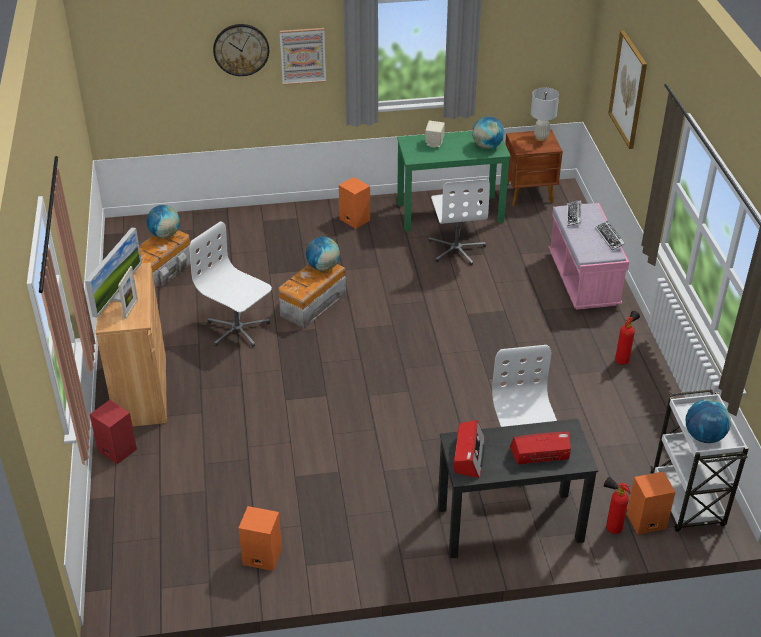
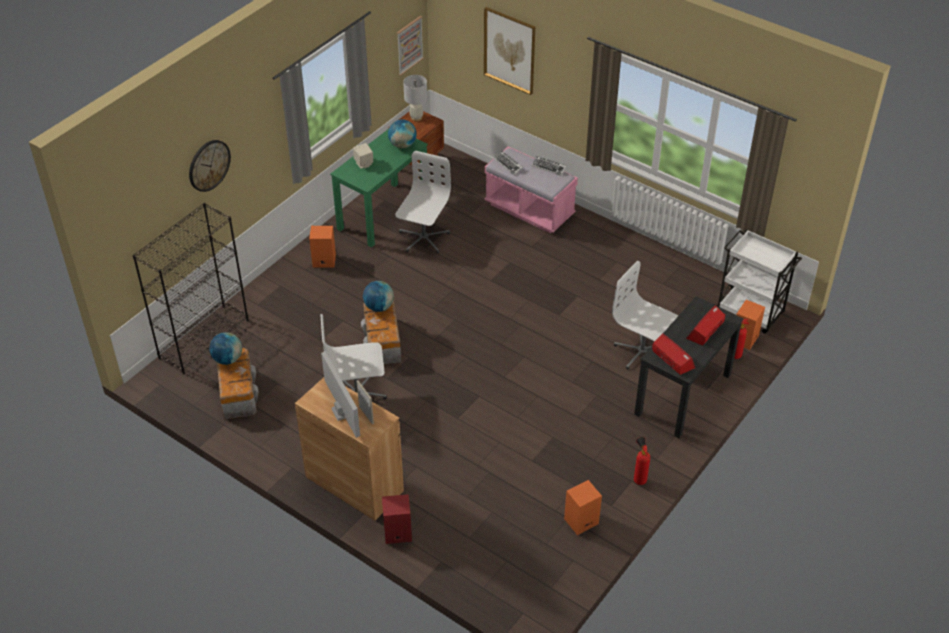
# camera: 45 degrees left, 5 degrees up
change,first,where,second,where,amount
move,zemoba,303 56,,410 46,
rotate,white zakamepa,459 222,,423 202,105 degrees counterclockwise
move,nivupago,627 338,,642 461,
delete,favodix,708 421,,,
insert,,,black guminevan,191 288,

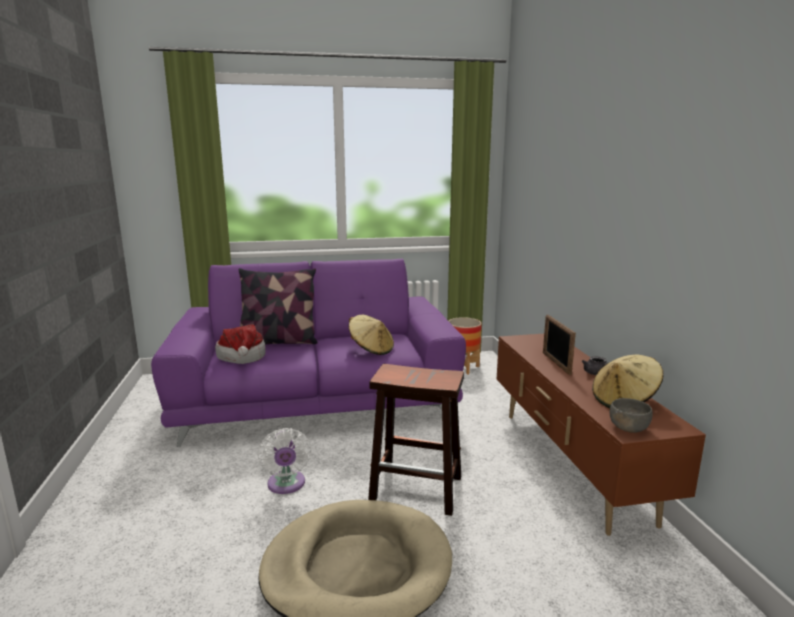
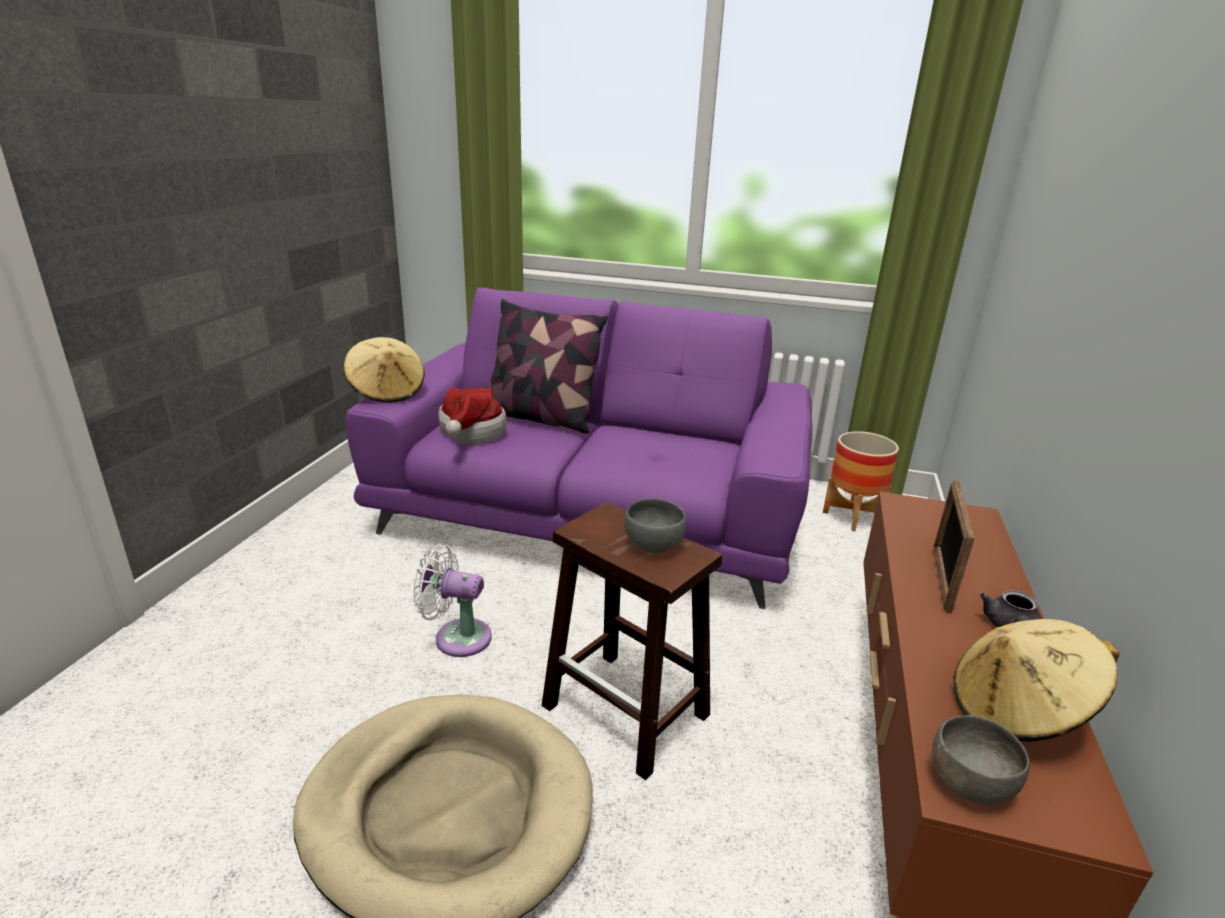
# camera: 25 degrees right, 10 degrees up
change,first,where,second,where,amount
rotate,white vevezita,284 461,,452 600,90 degrees clockwise
move,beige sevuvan,371 335,,384 369,
insert,,,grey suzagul,655 525,

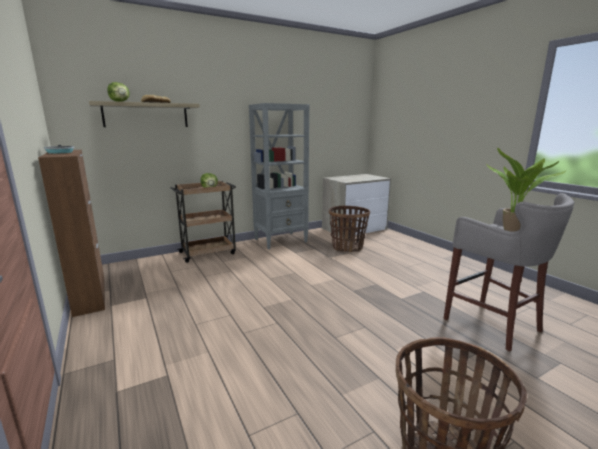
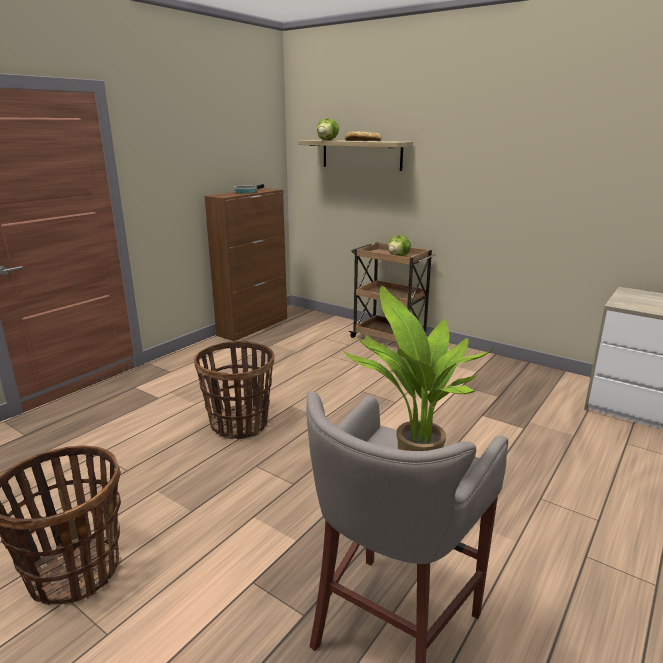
# camera: 65 degrees right, 5 degrees up
change,first,where,second,where,amount
delete,grey guminevan,279 176,,,
move,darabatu,349 229,,234 390,

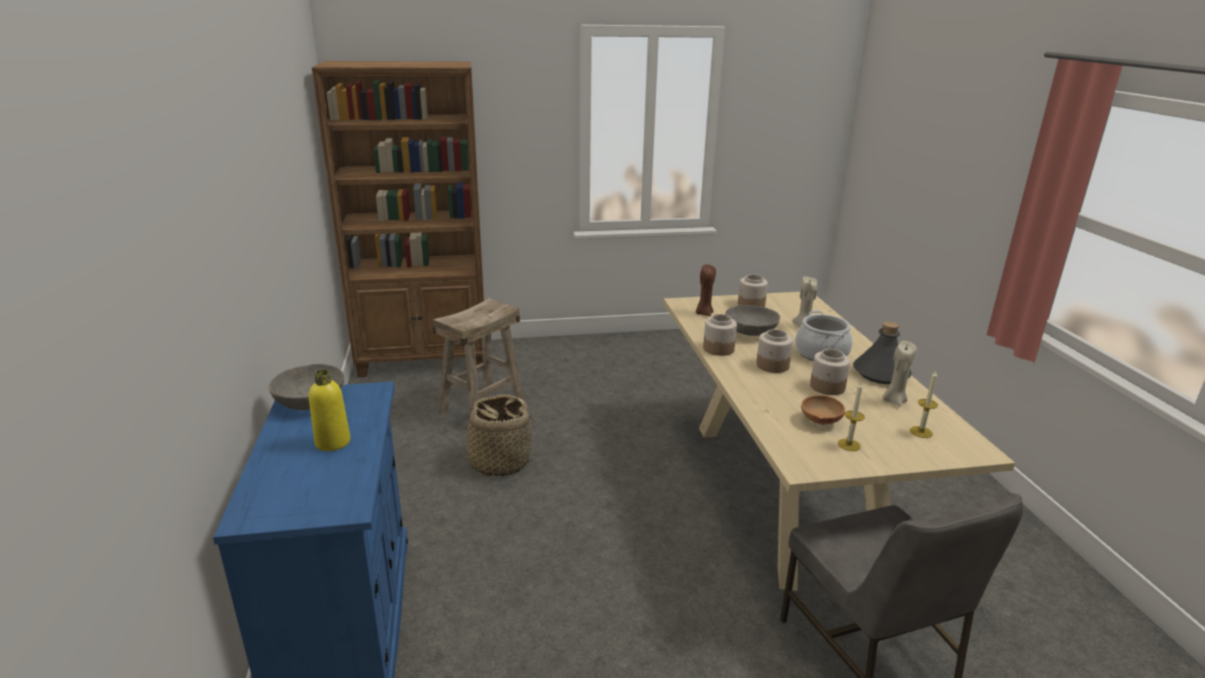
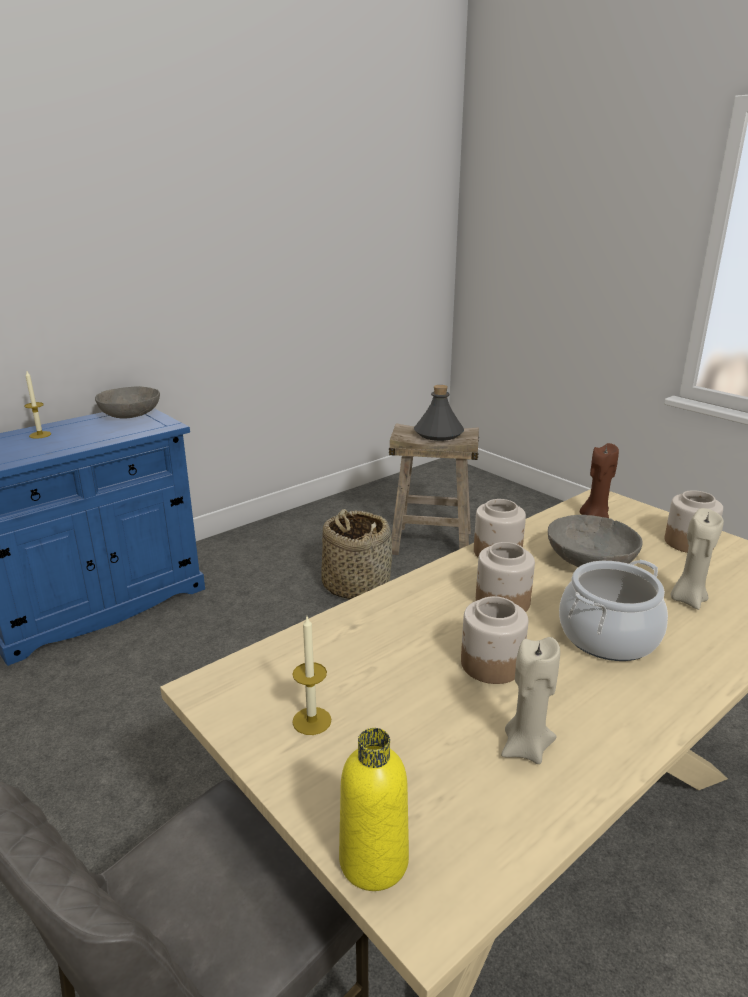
# camera: 60 degrees right, 0 degrees up
change,first,where,second,where,amount
move,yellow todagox,329 410,,374 809,
delete,brown guminevan,398 219,,,
delete,brown suzagul,823 410,,,
move,grey todagox,882 352,,439 413,
move,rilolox,924 404,,37 405,

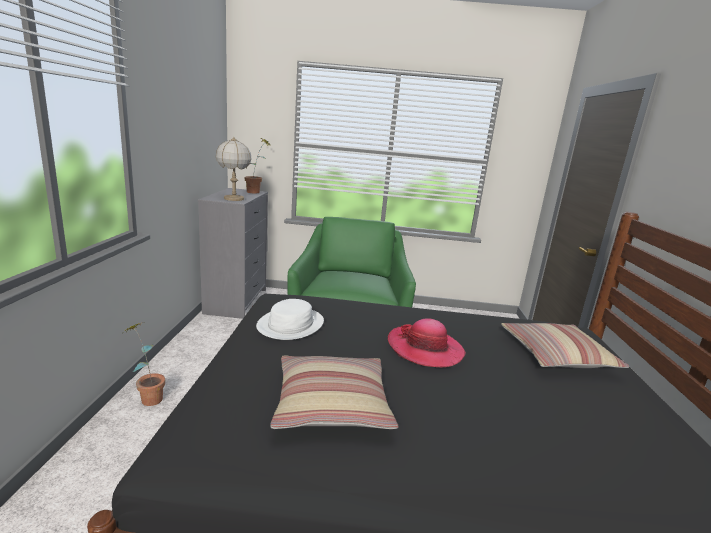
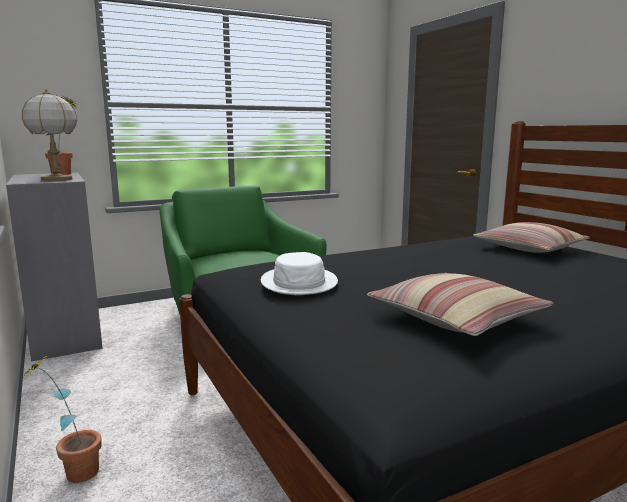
# camera: 30 degrees left, 5 degrees down
change,first,where,second,where,amount
delete,sevuvan,427 342,,,

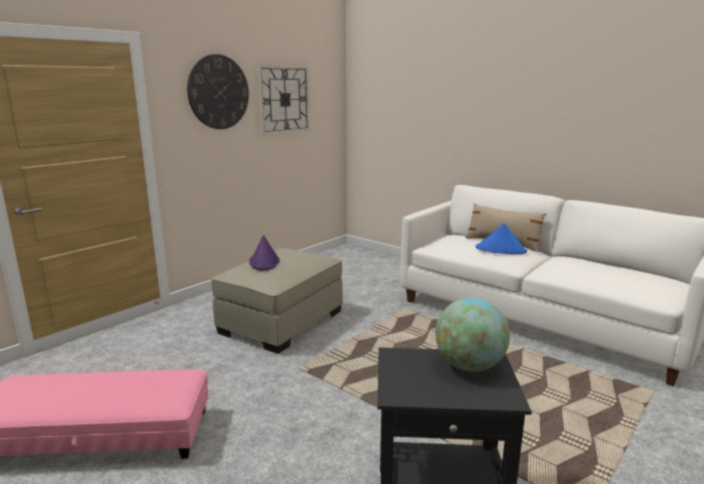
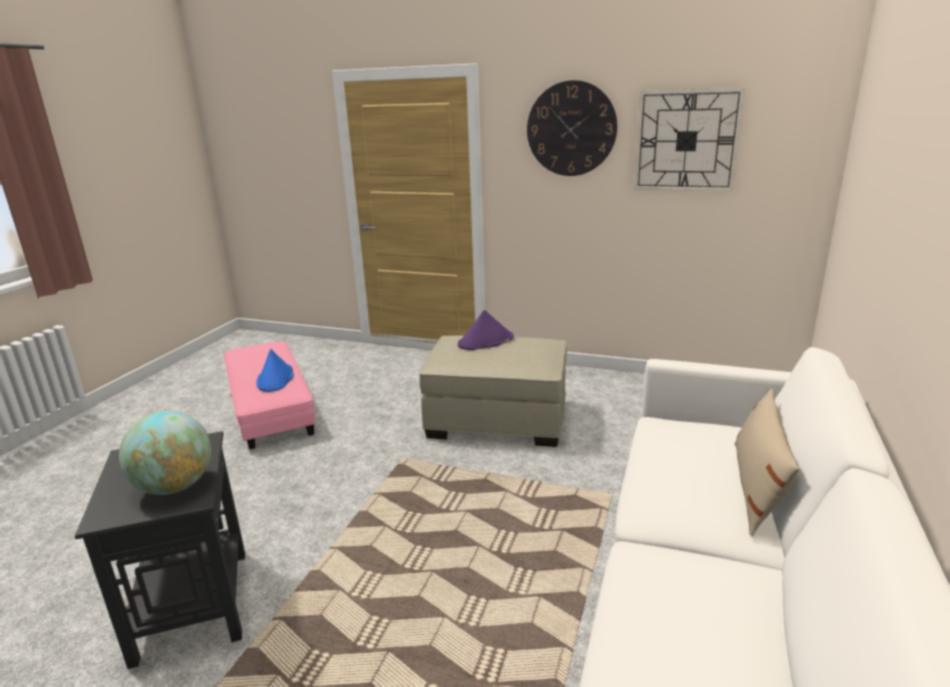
# camera: 70 degrees right, 5 degrees up
change,first,where,second,where,amount
move,blue sevuvan,501 238,,275 370,

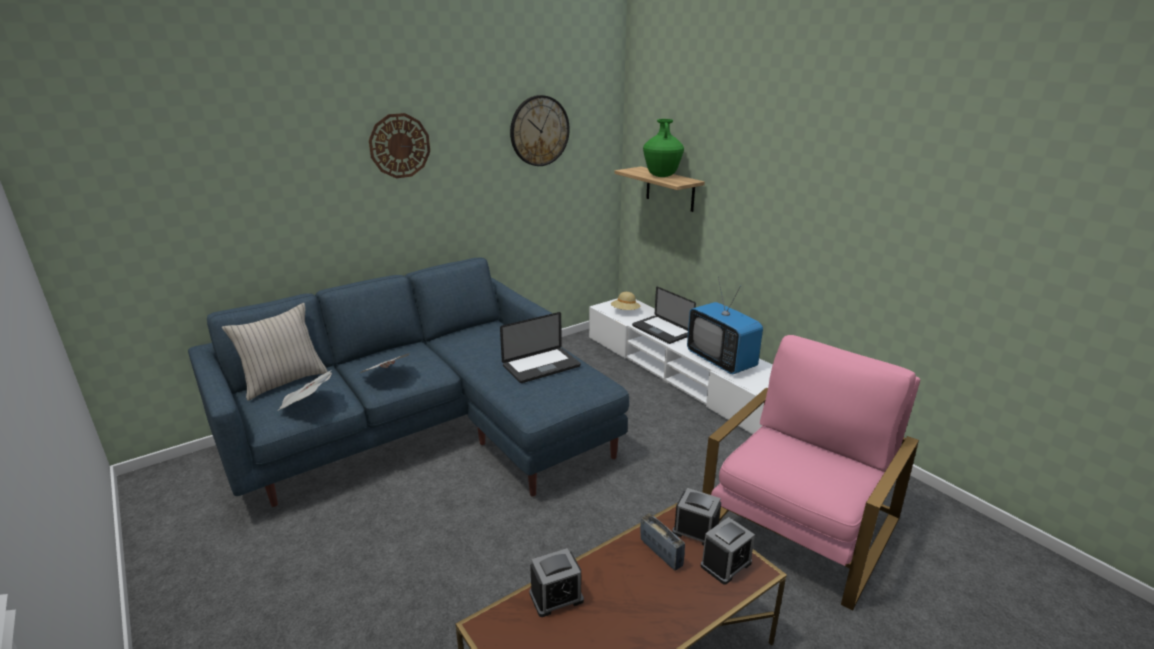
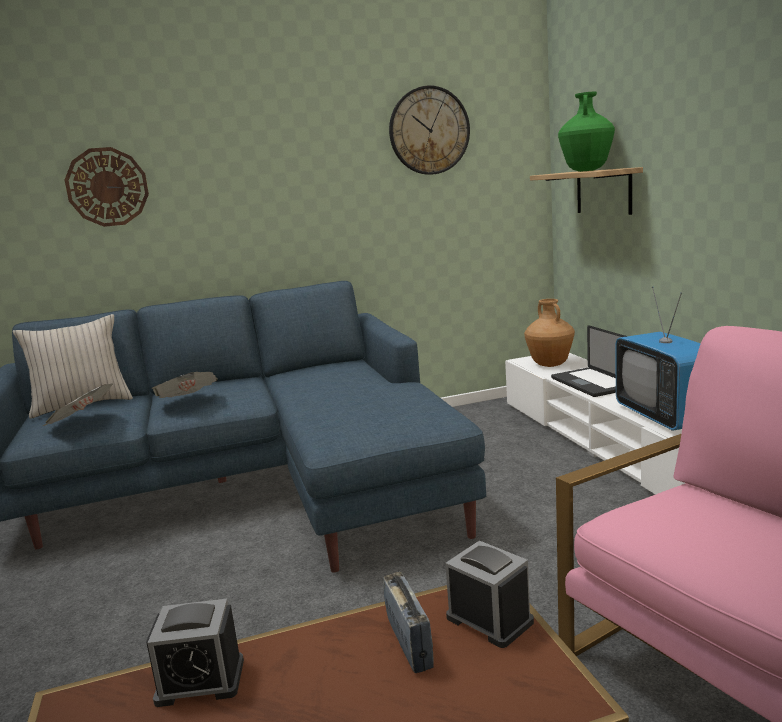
# camera: 20 degrees right, 10 degrees down
change,first,where,second,where,amount
move,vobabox,399 145,,107 187,
delete,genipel,540 347,,,
replace,beige sevuvan,625 301,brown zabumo,549 333,
delete,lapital,728 551,,,

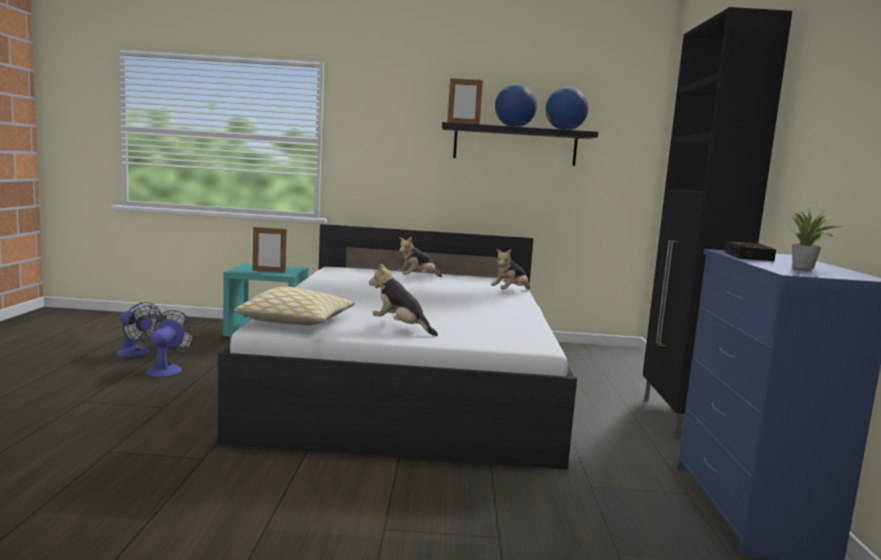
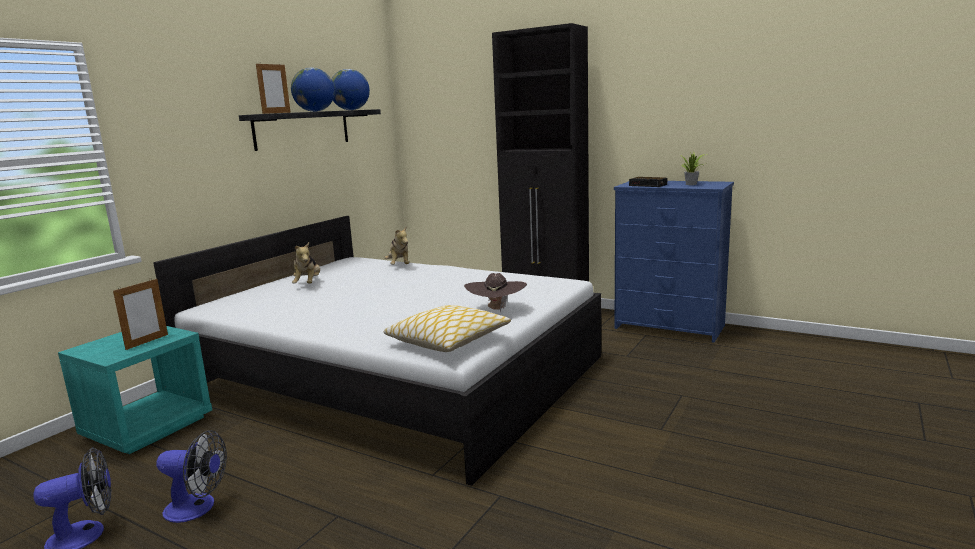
# camera: 60 degrees left, 5 degrees up
change,first,where,second,where,amount
rotate,vevezita,170 343,,191 476,150 degrees clockwise
replace,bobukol,403 300,brown sevuvan,495 293,

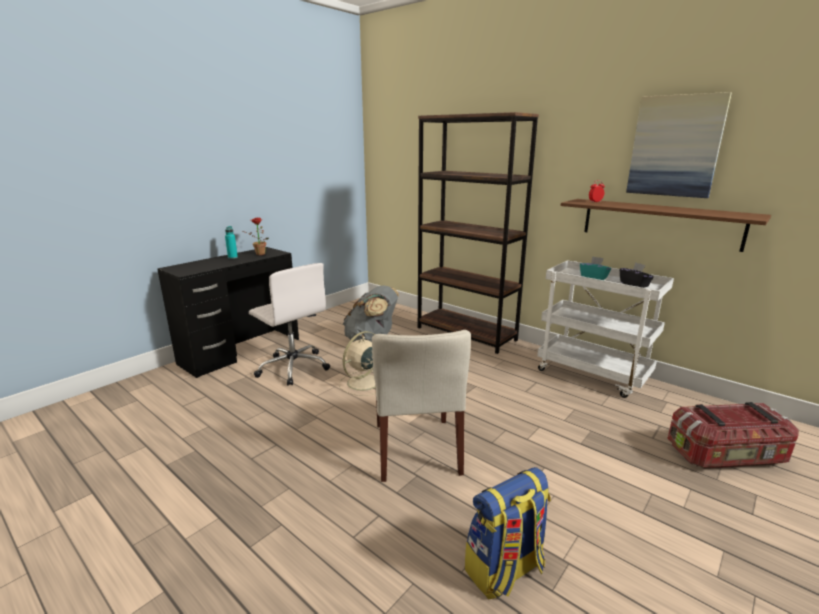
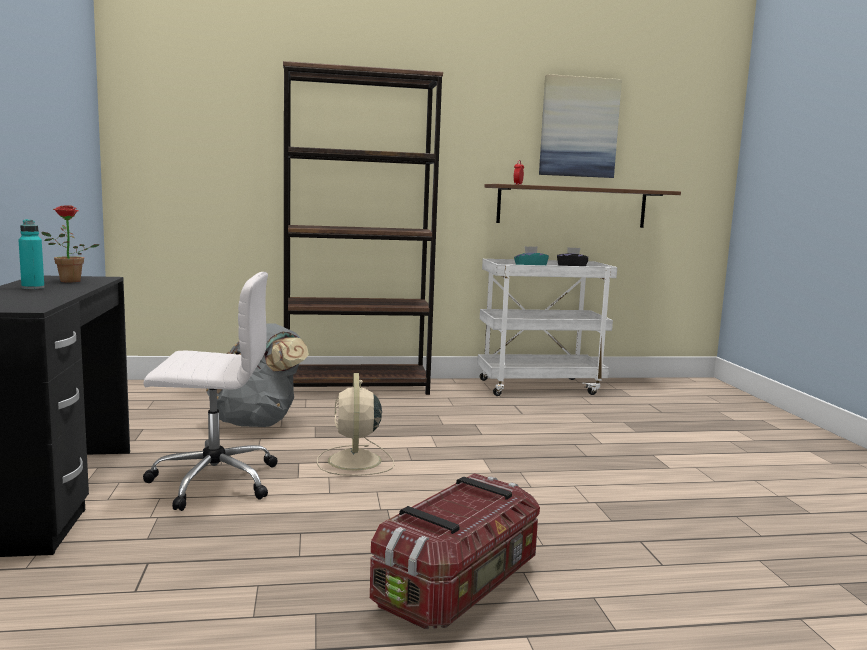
# camera: 50 degrees left, 10 degrees down
change,first,where,second,where,amount
delete,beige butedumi,421 406,,,
delete,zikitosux,508 533,,,
move,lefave,733 435,,455 551,

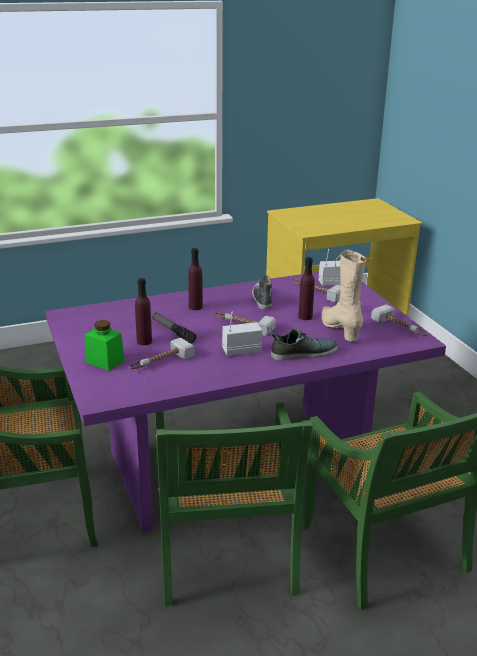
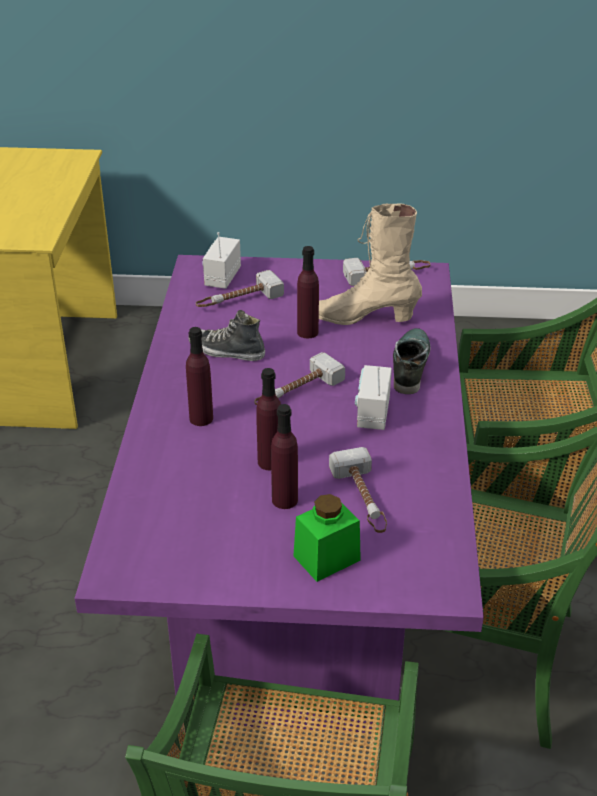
# camera: 65 degrees left, 10 degrees up
change,first,where,second,where,amount
replace,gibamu,174 328,purple todagox,268 419,

